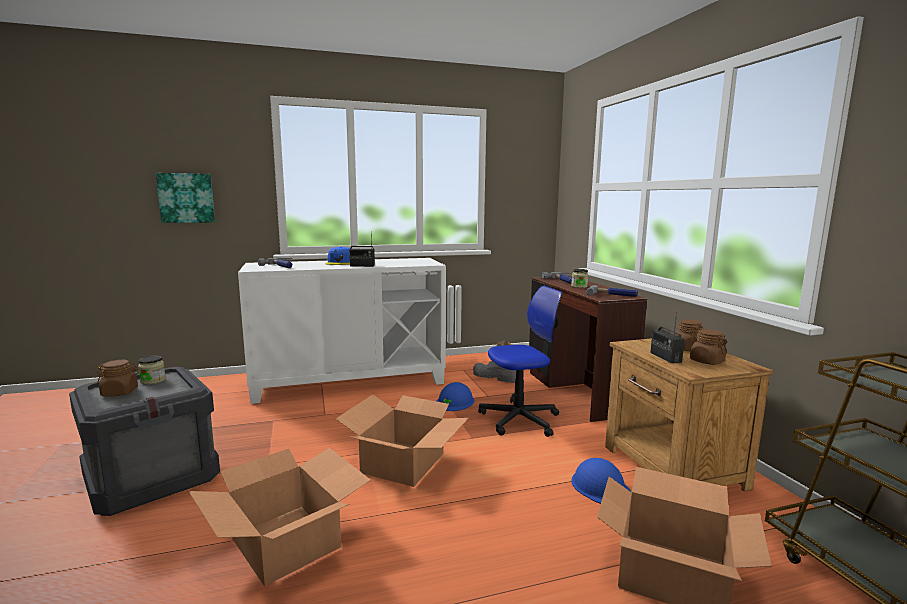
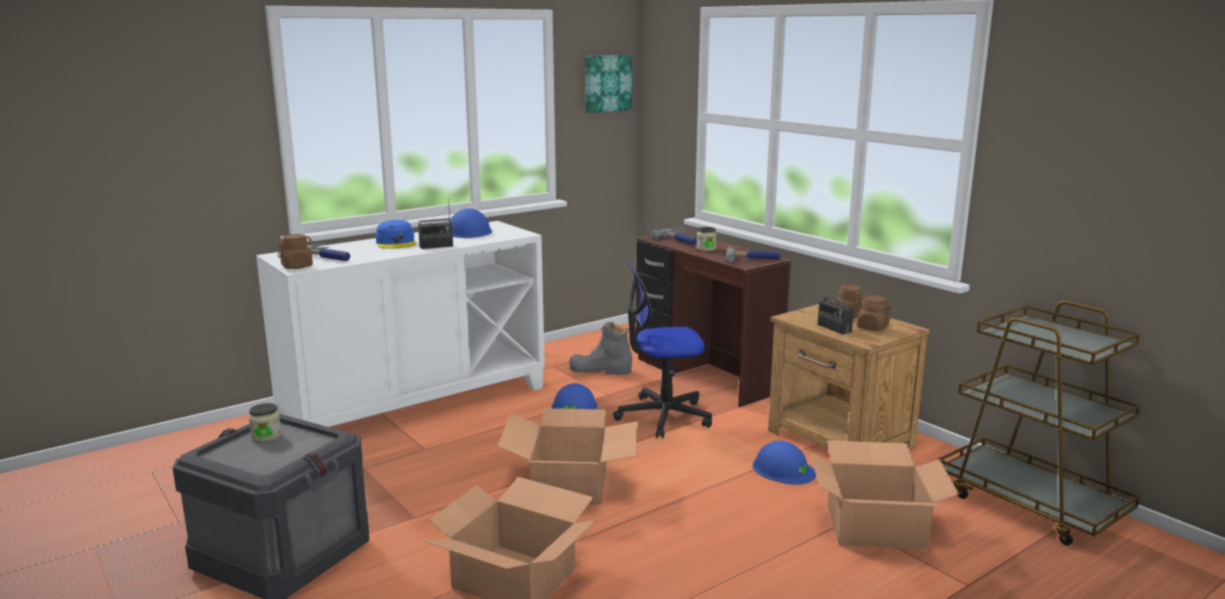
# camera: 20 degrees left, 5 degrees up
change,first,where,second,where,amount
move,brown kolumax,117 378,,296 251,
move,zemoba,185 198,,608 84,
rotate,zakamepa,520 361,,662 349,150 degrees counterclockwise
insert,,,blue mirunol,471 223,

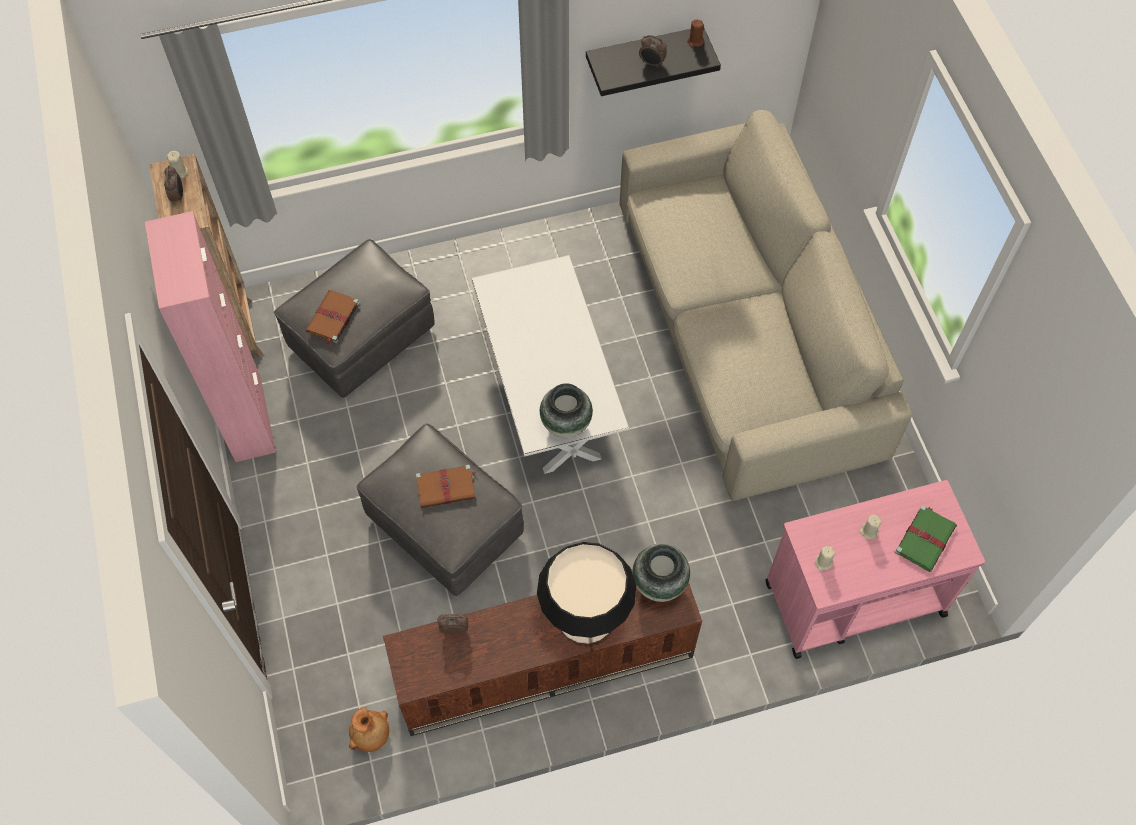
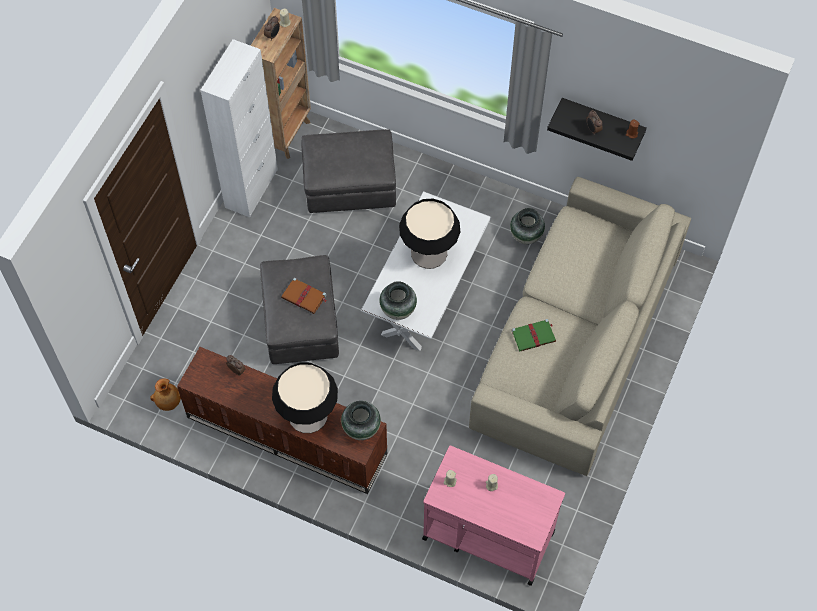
# camera: 40 degrees right, 0 degrees up
change,first,where,second,where,amount
recolor,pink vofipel,210 336,white vofipel,239 128,
delete,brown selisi,332 317,,,
move,green selisi,926 538,,534 335,
insert,,,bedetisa,429 234,
insert,,,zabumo,527 226,

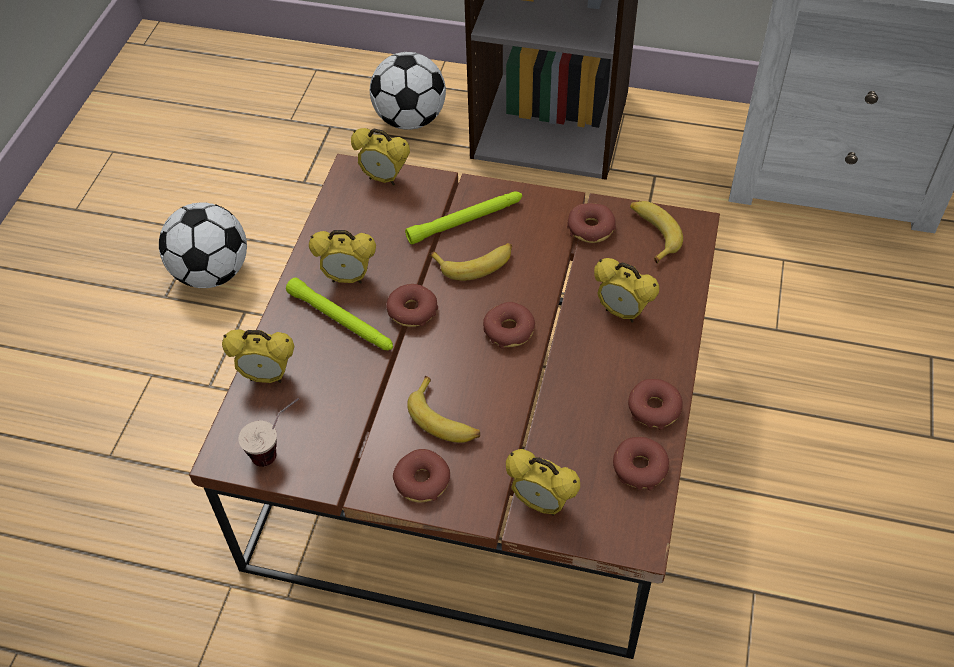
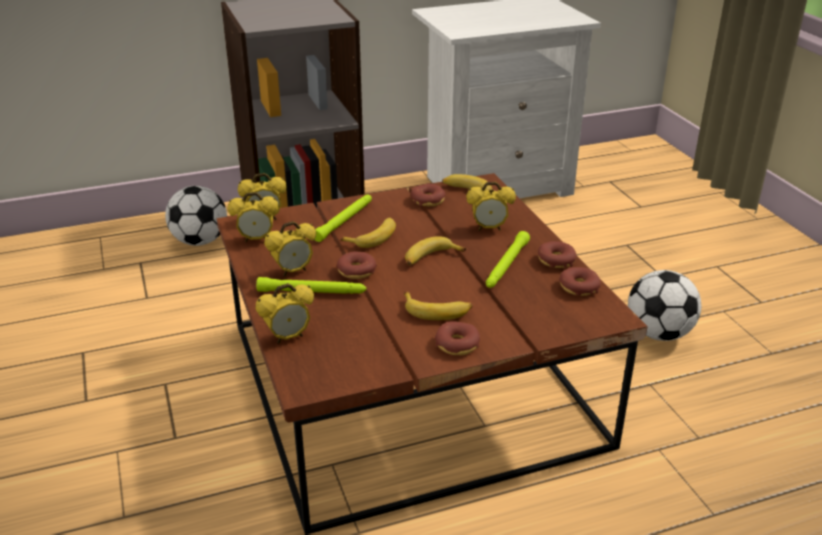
# camera: 35 degrees left, 20 degrees down
change,first,where,second,where,amount
move,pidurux,203 245,,664 305,
delete,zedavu,268 432,,,
replace,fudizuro,509 325,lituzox,435 250,
move,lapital,543 482,,253 217,
insert,,,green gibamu,508 259,

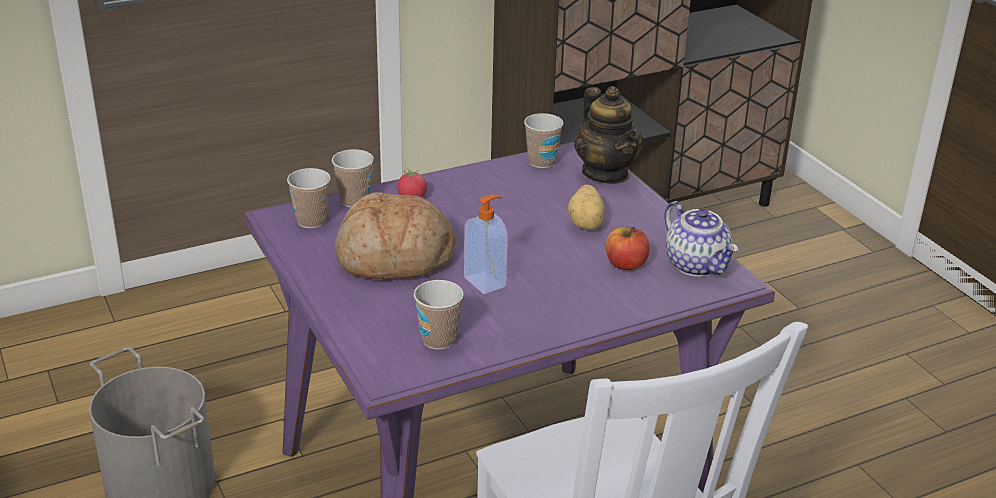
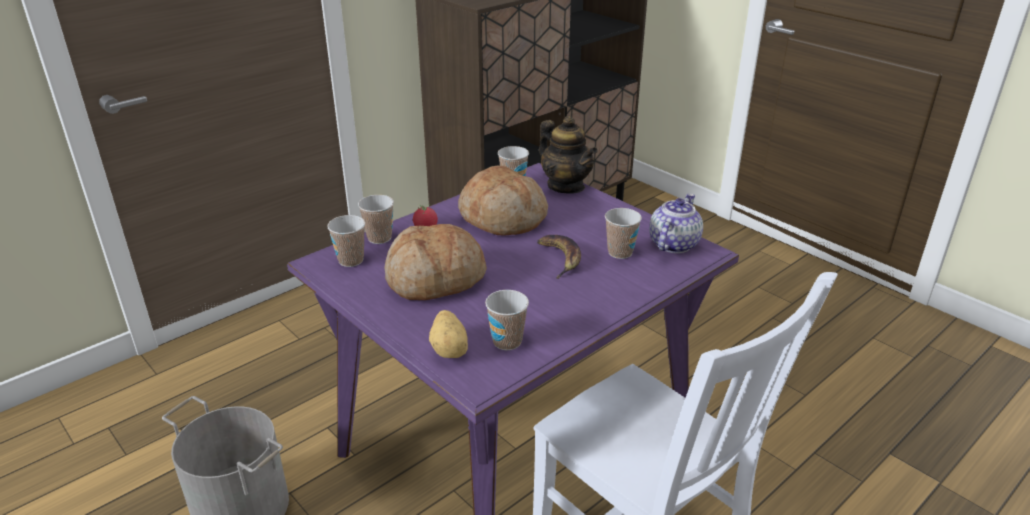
# camera: 15 degrees left, 0 degrees up
change,first,where,second,where,amount
delete,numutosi,486 244,,,
move,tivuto,586 207,,448 334,
replace,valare,627 248,zedavu,623 233,
rotate,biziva,701 239,,676 223,105 degrees counterclockwise
insert,,,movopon,503 200,
insert,,,lituzox,559 257,

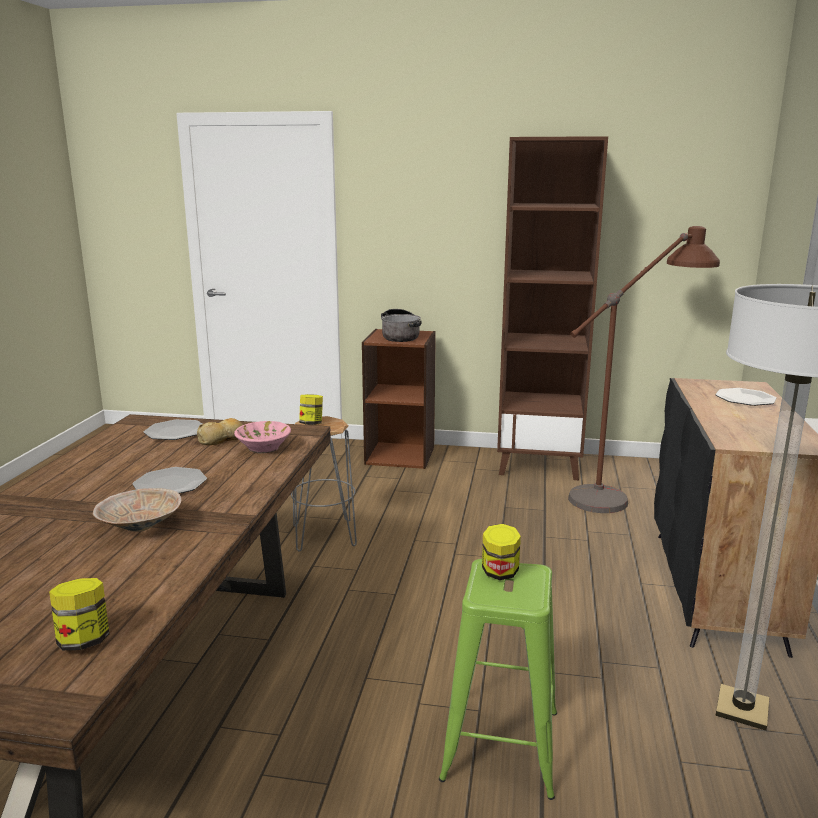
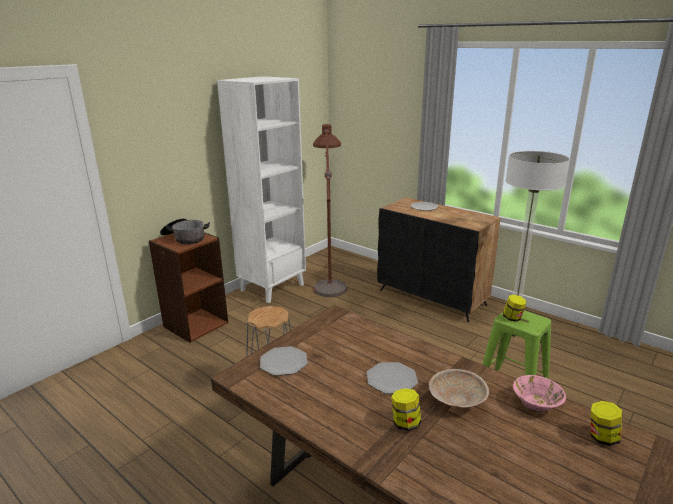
# camera: 60 degrees left, 5 degrees up
change,first,where,second,where,amount
delete,movopon,220 431,,,
move,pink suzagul,262 437,,539 393,
move,kolumax,311 409,,406 409,
recolor,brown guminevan,552 308,white guminevan,261 189,

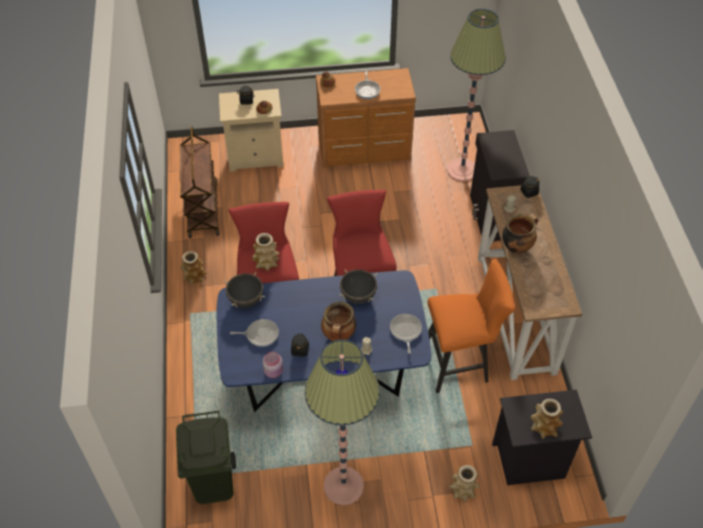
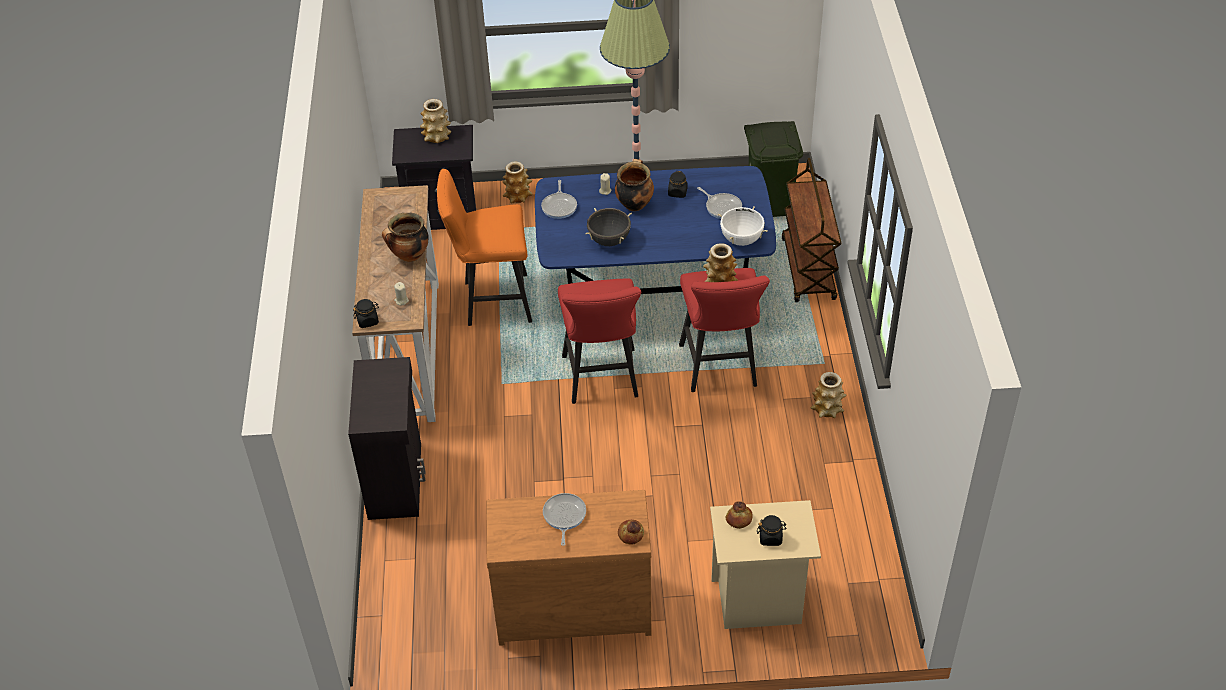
# camera: 175 degrees left, 5 degrees down
change,first,where,second,where,amount
move,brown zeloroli,200 182,,811 230,
recolor,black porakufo,244 290,white porakufo,742 226,
rotate,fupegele,254 333,,719 203,135 degrees counterclockwise
delete,pink kolumax,273 365,,,
delete,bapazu,476 95,,,

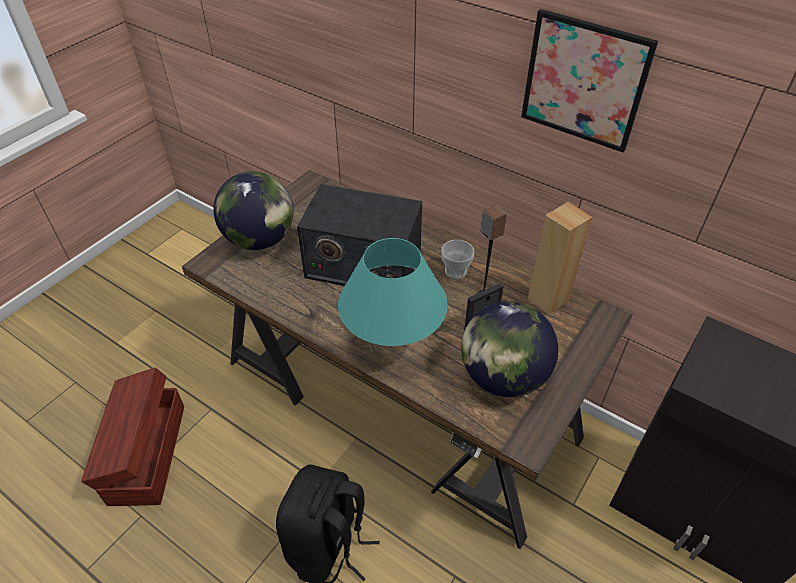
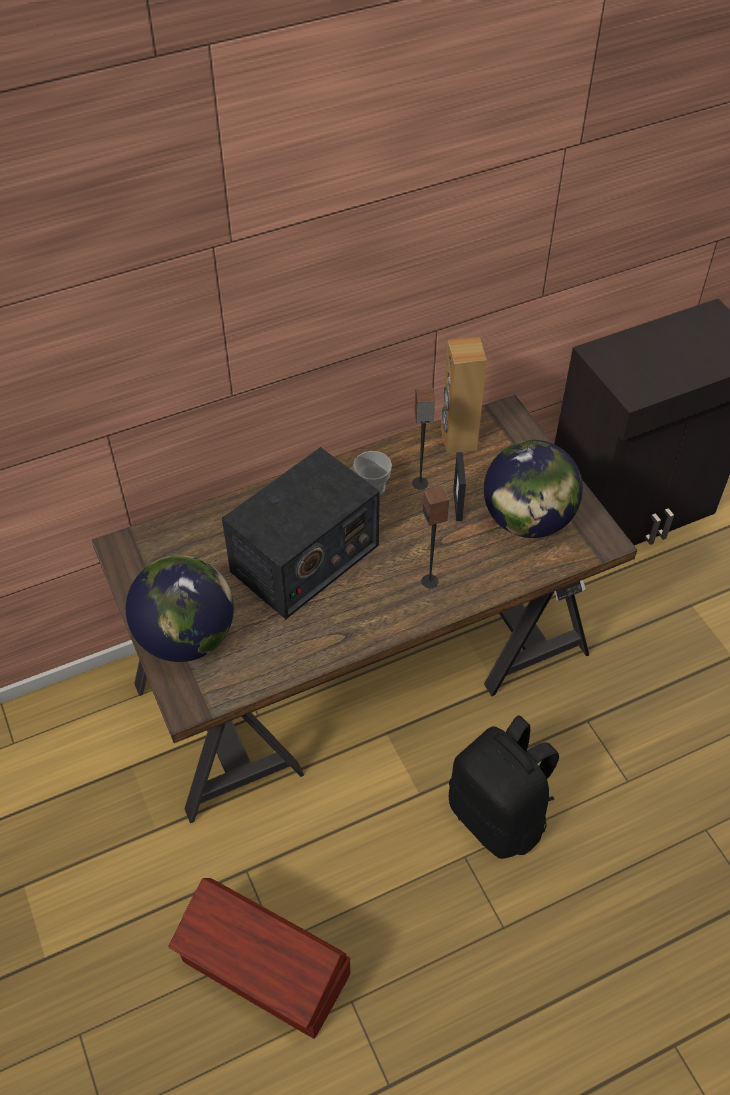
# camera: 60 degrees left, 5 degrees up
change,first,where,second,where,amount
replace,turquoise bedetisa,393 292,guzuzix,435 537,
delete,zemoba,589 80,,,

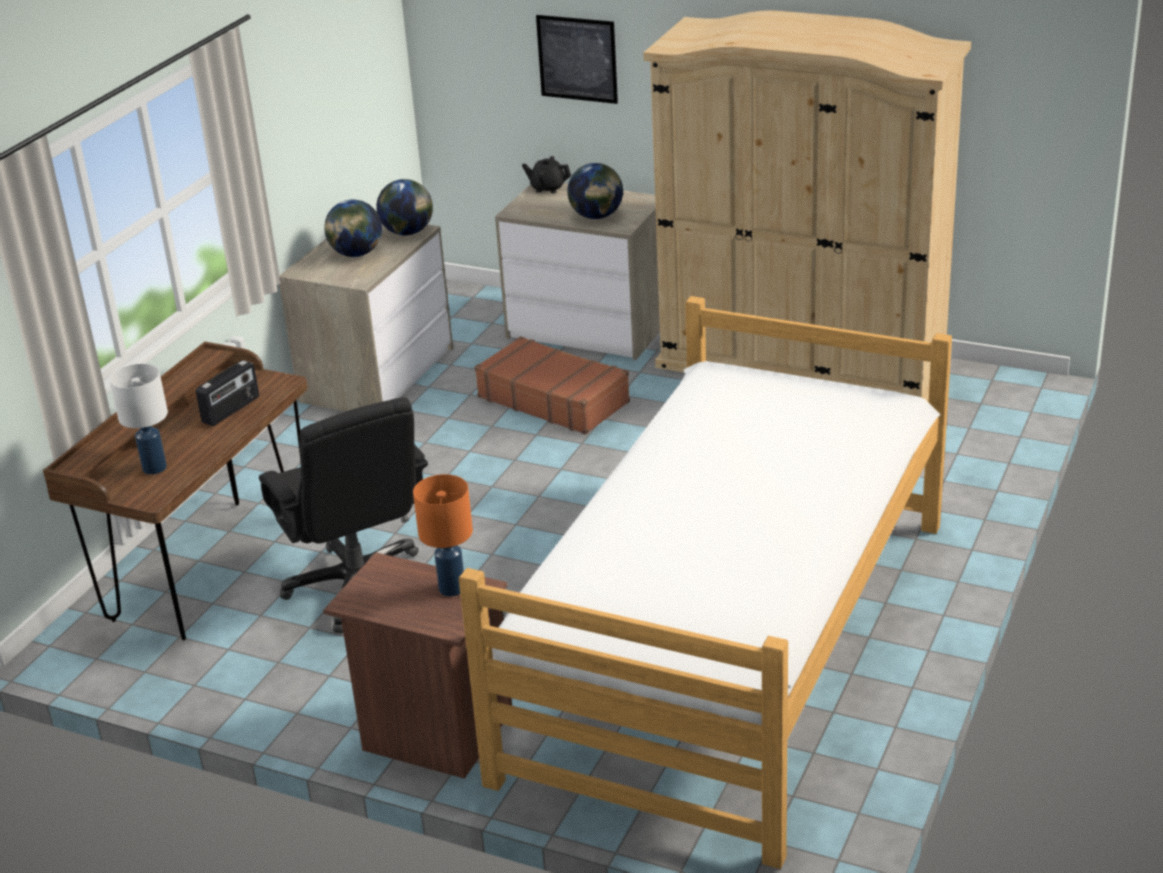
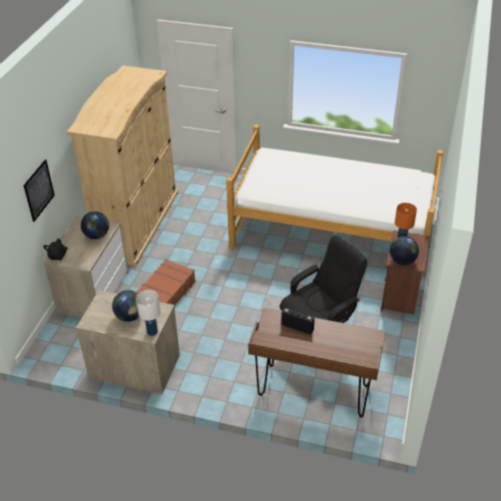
# camera: 100 degrees left, 10 degrees up
change,first,where,second,where,amount
move,white bedetisa,138 419,,148 313,
move,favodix,404 207,,404 250,

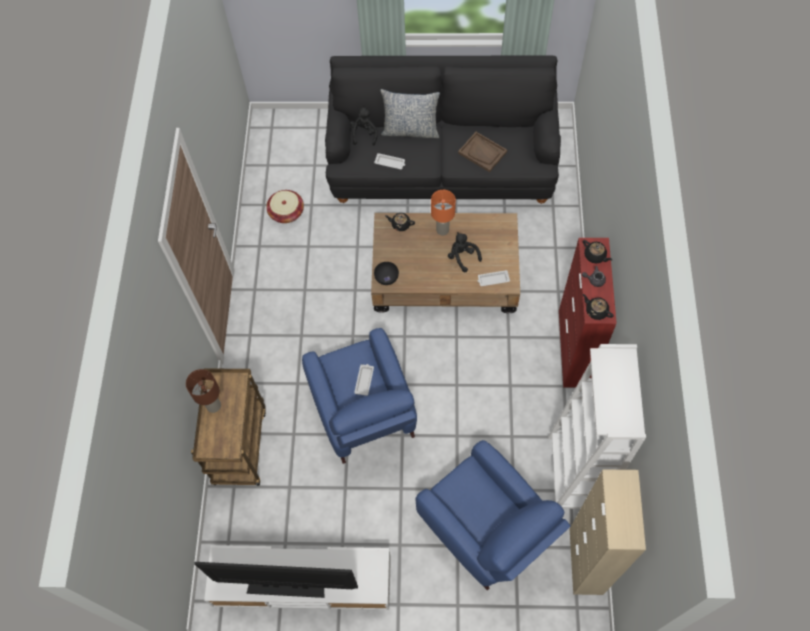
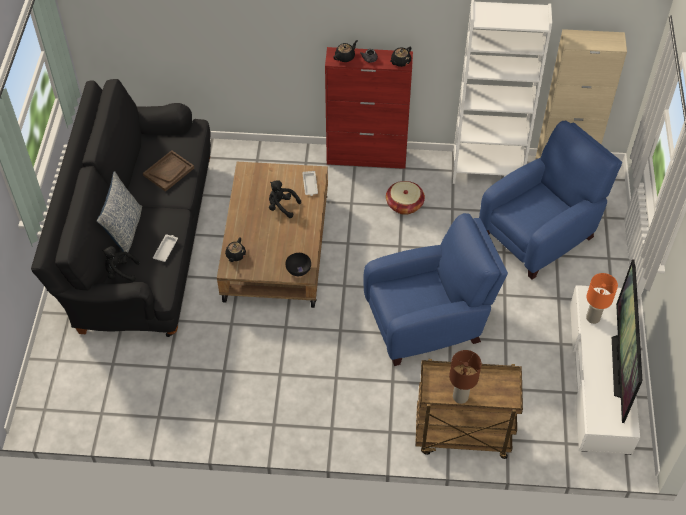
# camera: 90 degrees left, 10 degrees down
change,first,where,second,where,amount
move,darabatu,285 206,,405 198,
delete,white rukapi,364 380,,,
move,orange bedetisa,443 212,,602 298,
rotate,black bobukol,465 252,,285 199,60 degrees clockwise

